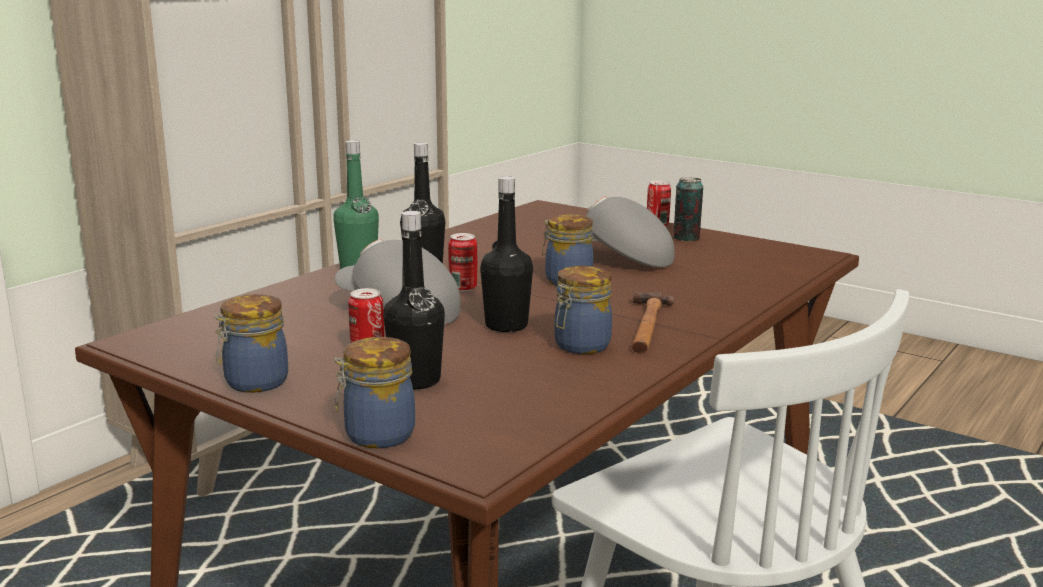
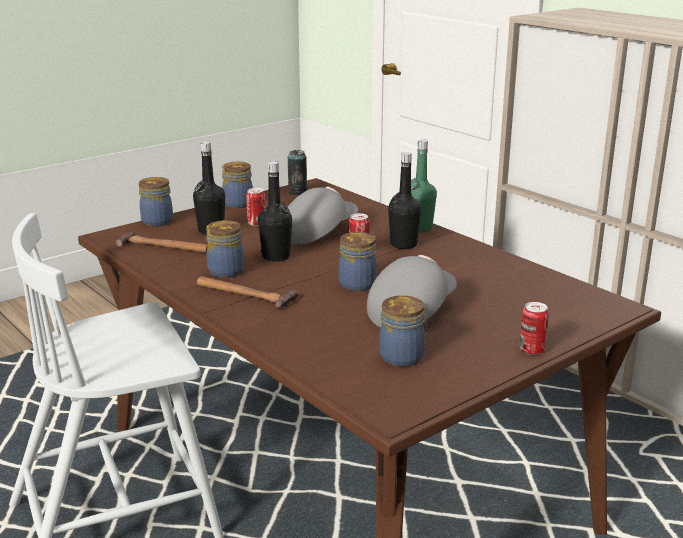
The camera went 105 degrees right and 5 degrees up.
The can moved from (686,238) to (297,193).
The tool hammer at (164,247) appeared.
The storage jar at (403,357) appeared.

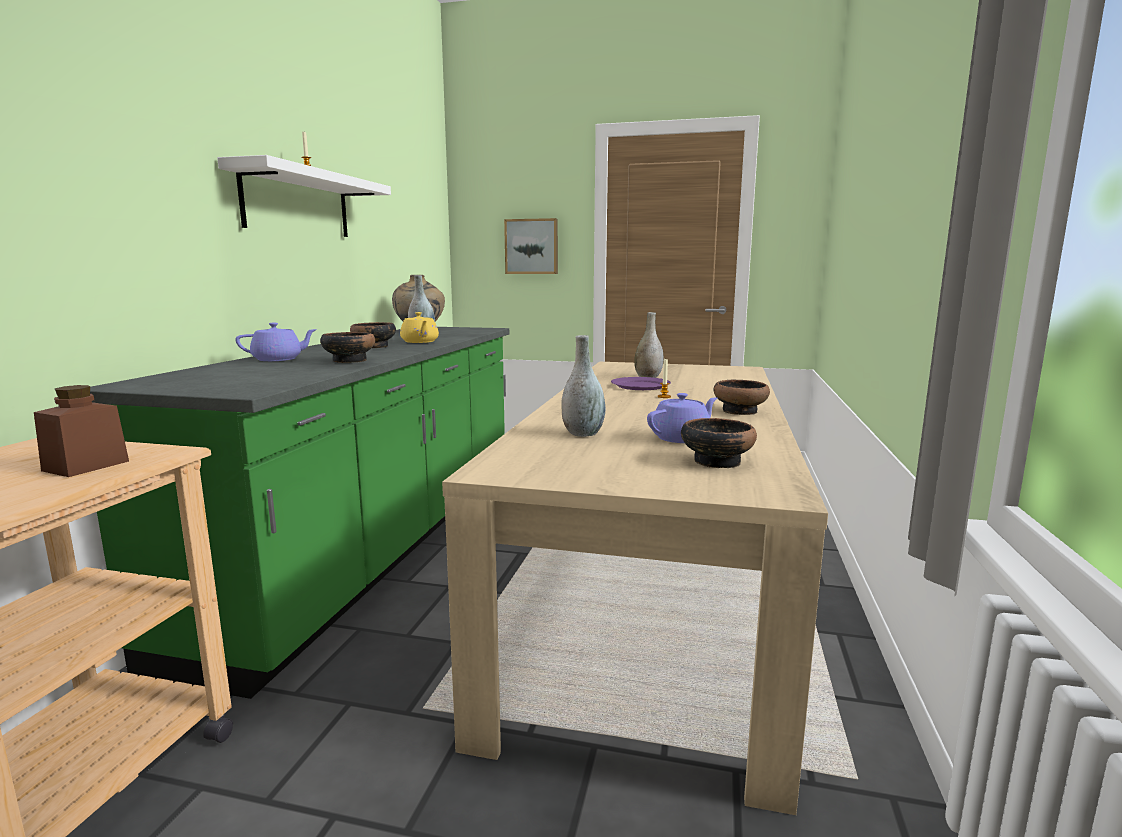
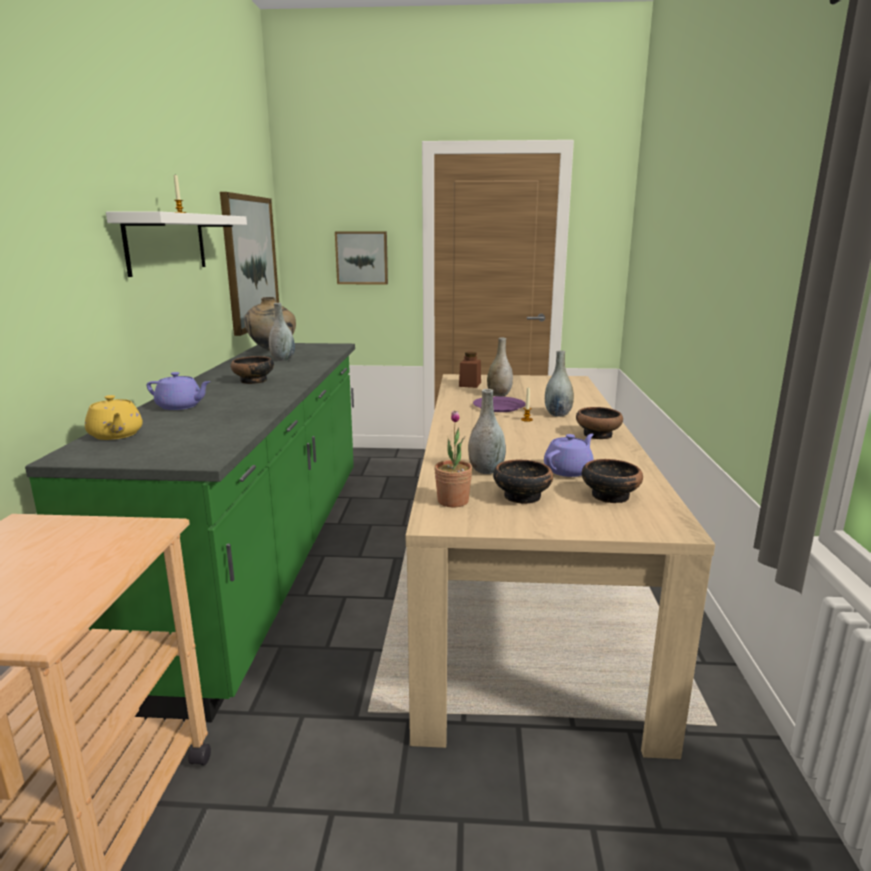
The camera went 10 degrees left and 5 degrees up.
The yellowish tea pot moved from (420,342) to (116,435).
The purple-coloured tea pot at (278,359) turned 45 degrees clockwise.
The serving bowl moved from (349,360) to (521,496).
The brownish storage jar moved from (86,466) to (470,384).
The wall art at (250,262) appeared.
The greyish decorative vase at (558,414) appeared.
The houseplant at (453,501) appeared.

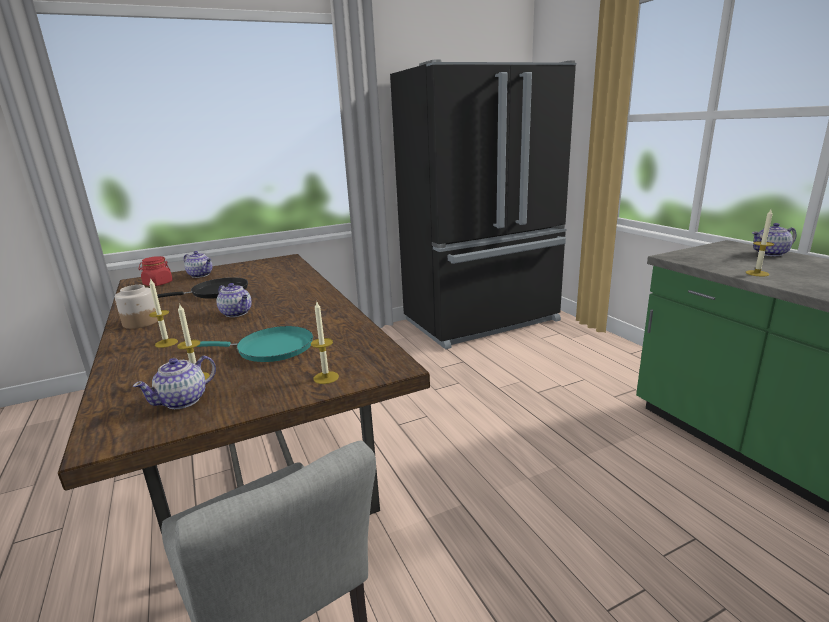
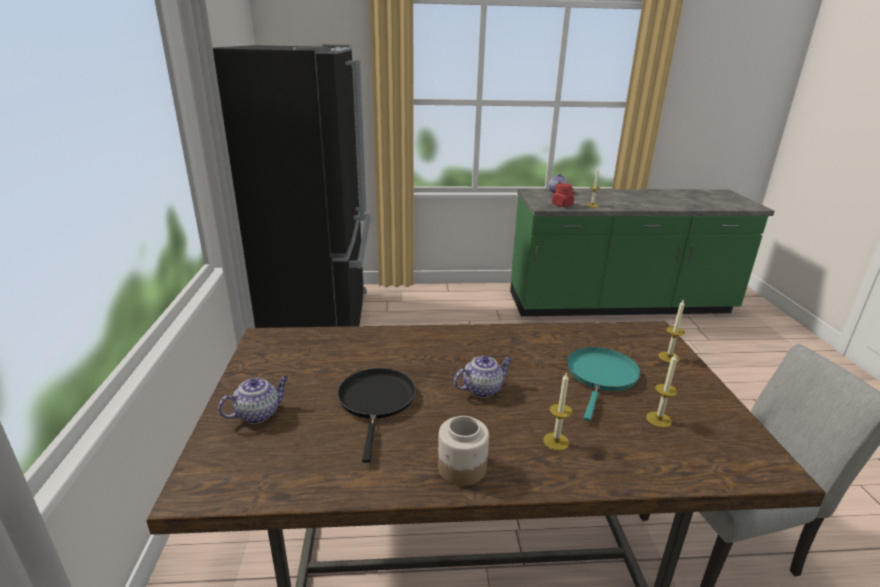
The camera went 70 degrees left and 5 degrees up.
The reddish storage jar moved from (158,284) to (562,205).
The tea pot at (183,400) disappeared.

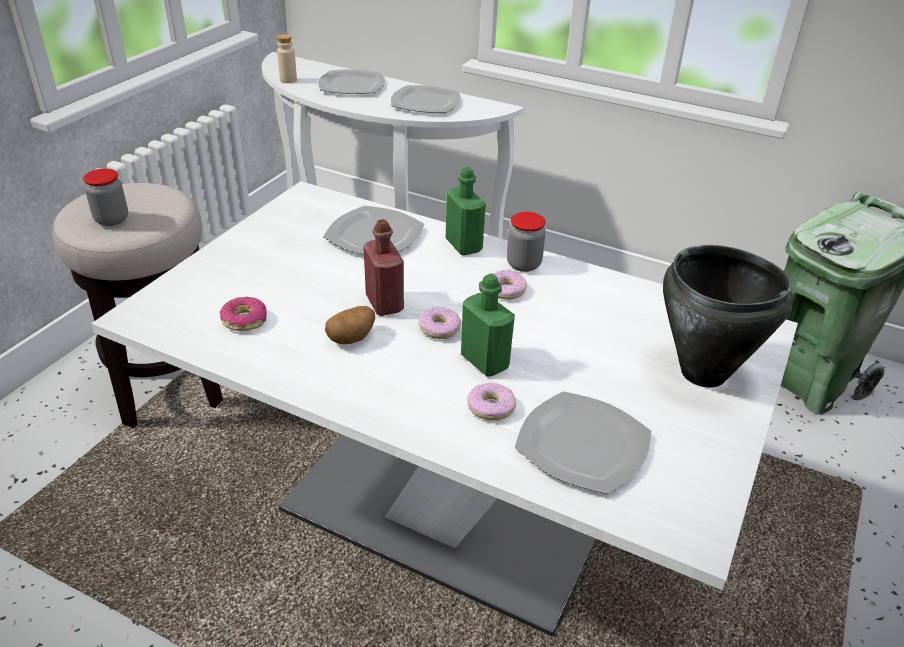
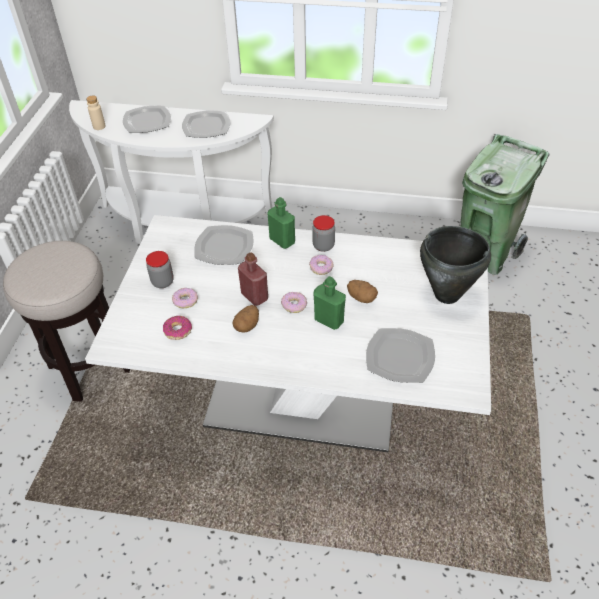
The camera went 15 degrees left and 10 degrees up.
The storage jar moved from (112,219) to (162,282).
The ring doughnut moved from (491,407) to (185,301).
The potato at (361,298) appeared.

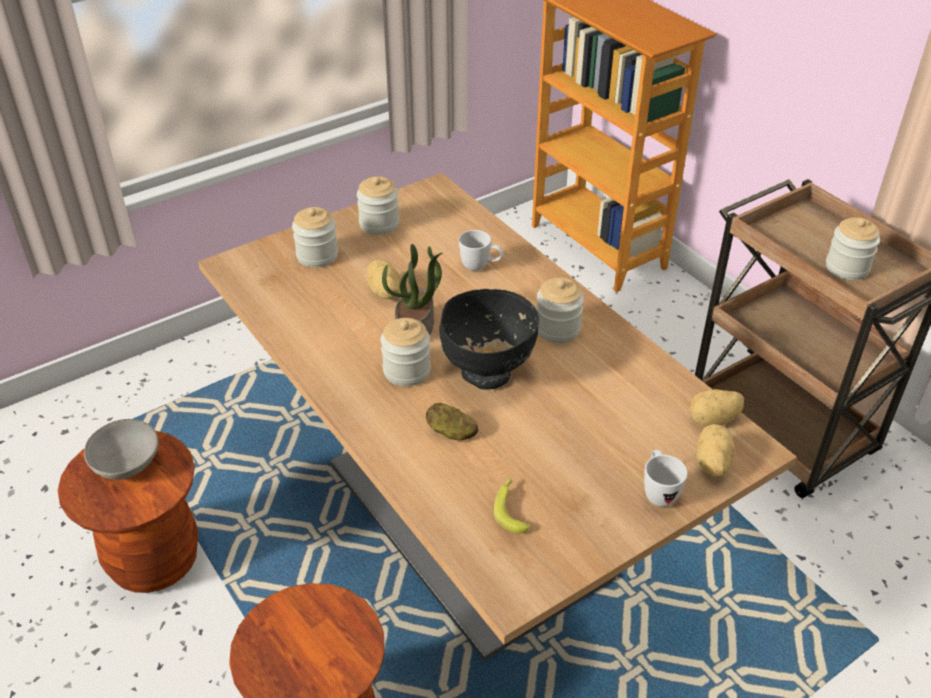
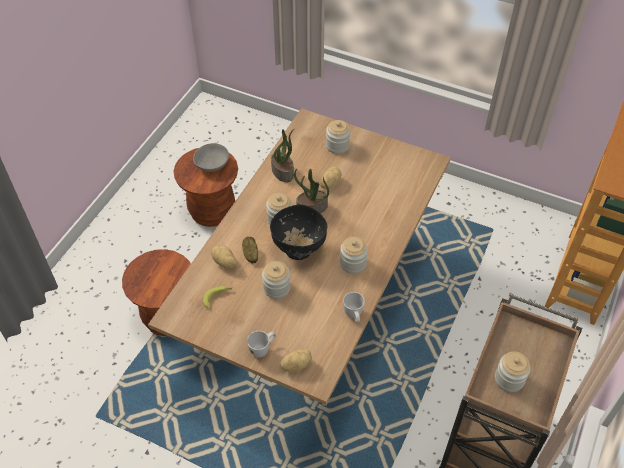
The camera went 60 degrees right and 10 degrees up.
The storage jar moved from (379,224) to (276,288).
The white mug moved from (480,267) to (353,316).
The potato moved from (714,420) to (224,263).
The houseplant at (283,172) appeared.

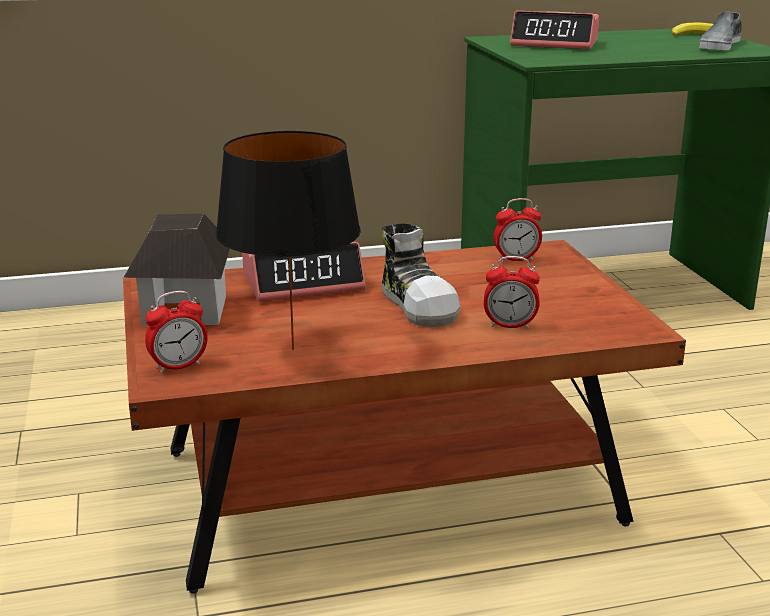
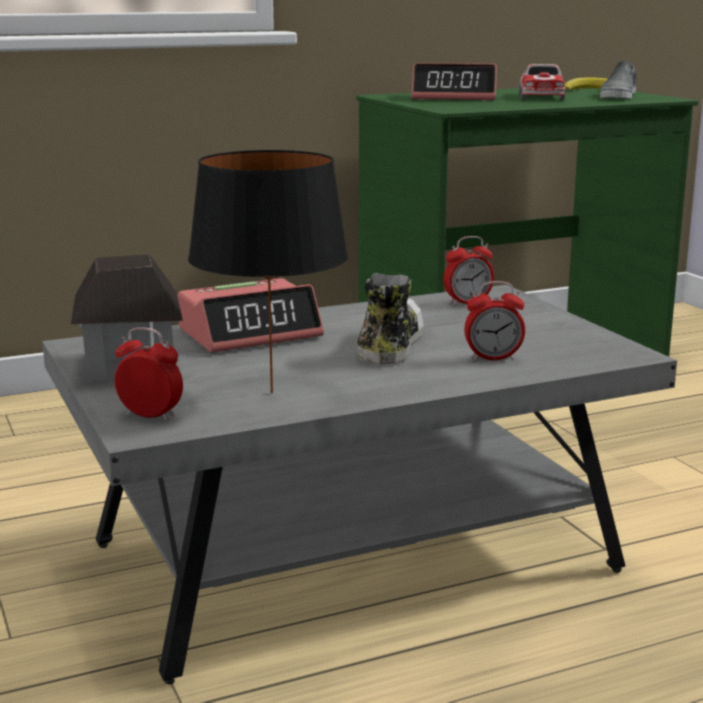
The camera went 10 degrees left and 5 degrees down.
The shoe at (419,305) turned 135 degrees counterclockwise.
The brownish coffee table at (387,489) became the greyish coffee table at (353,560).
The alarm clock at (178,366) turned 120 degrees counterclockwise.
The model car at (540,96) appeared.

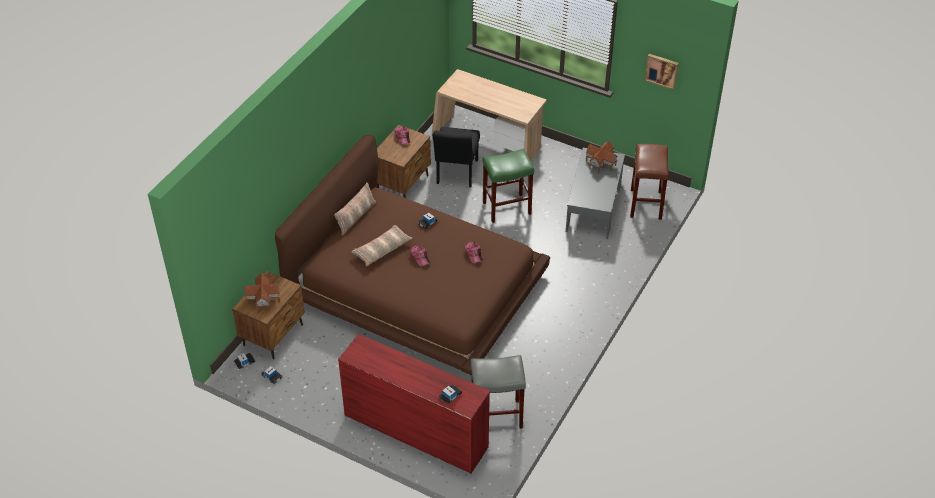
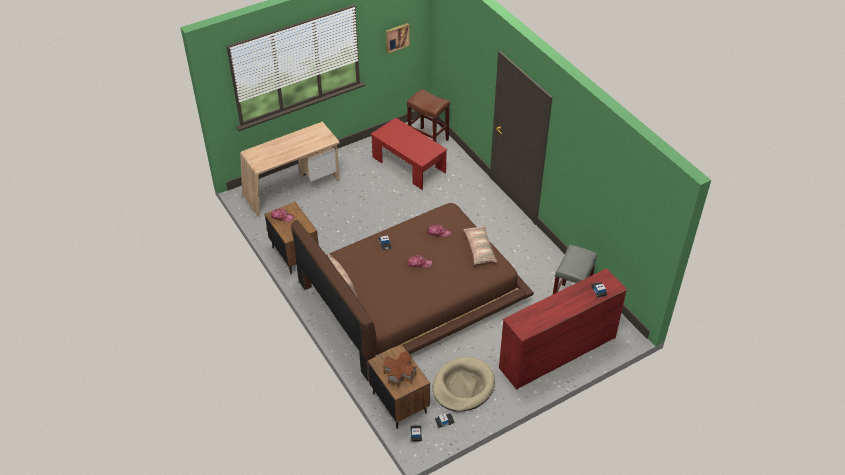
The camera went 60 degrees left and 0 degrees up.
The black chair at (456,174) disappeared.
The model house at (601,163) disappeared.
The greyish coffee table at (593,206) became the reddish coffee table at (409,165).
The green stool at (507,207) disappeared.
The cushion moved from (382,249) to (479,249).
The beige pet bed at (463,386) appeared.

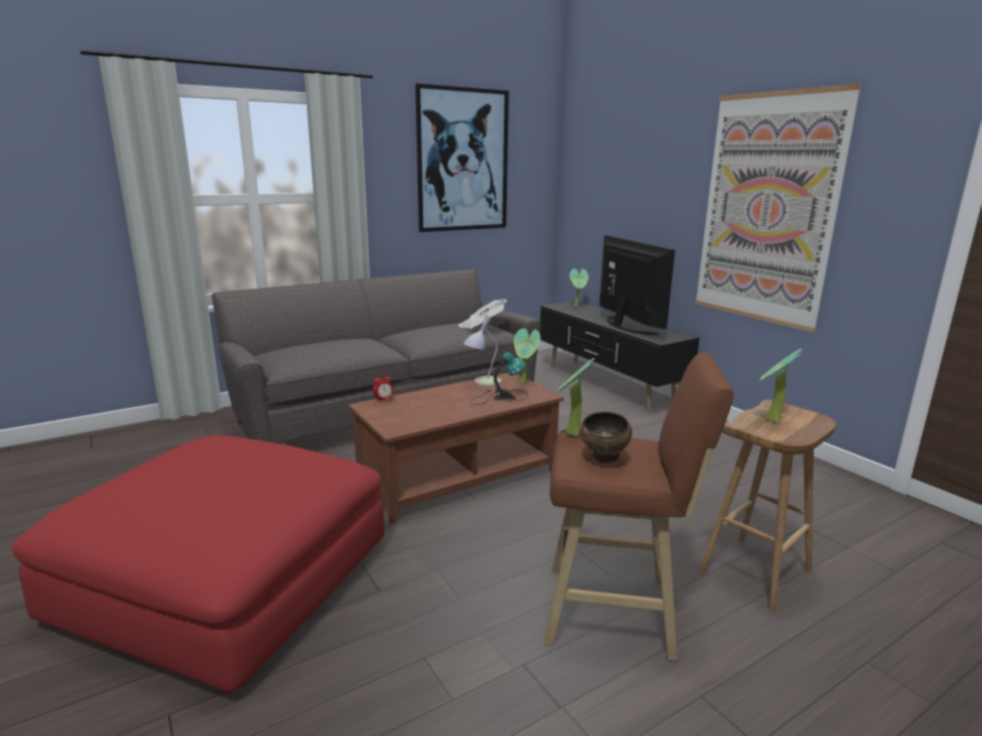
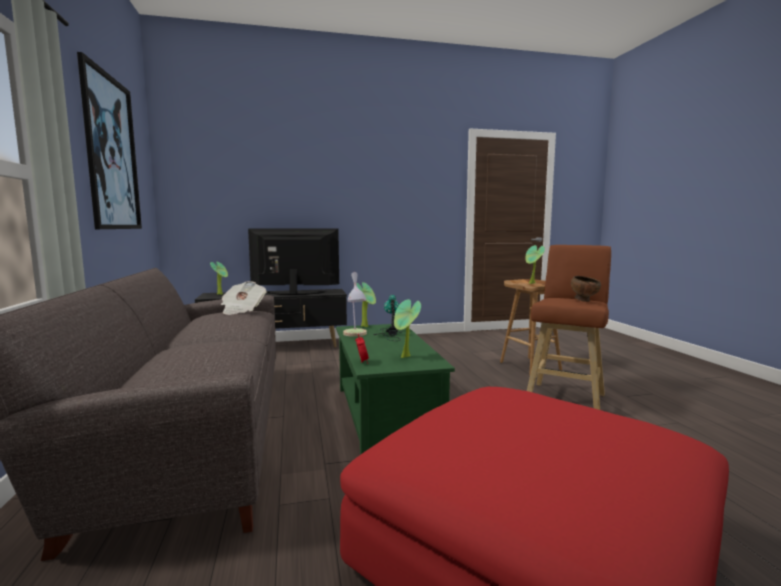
The camera went 70 degrees left and 10 degrees down.
The wall art at (767,210) disappeared.
The houseplant moved from (570,435) to (405,357).
The brownish coffee table at (458,477) became the green coffee table at (383,417).

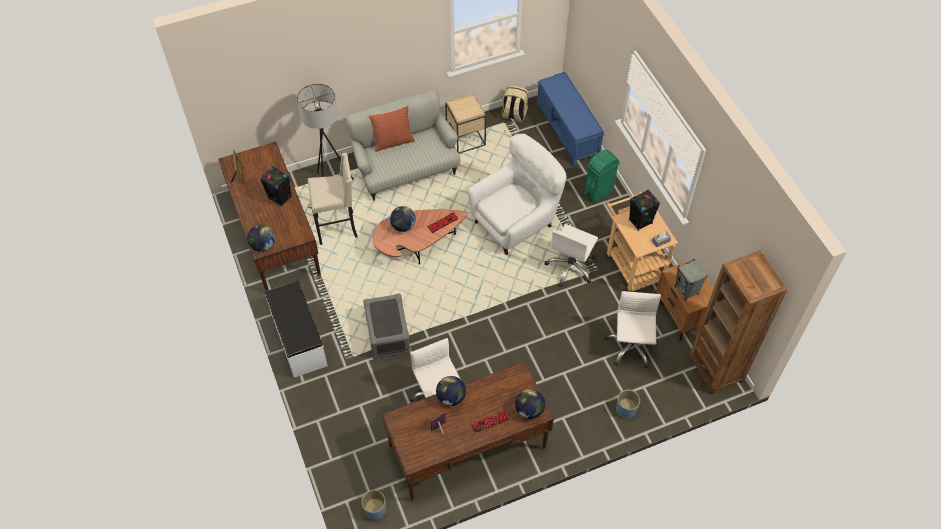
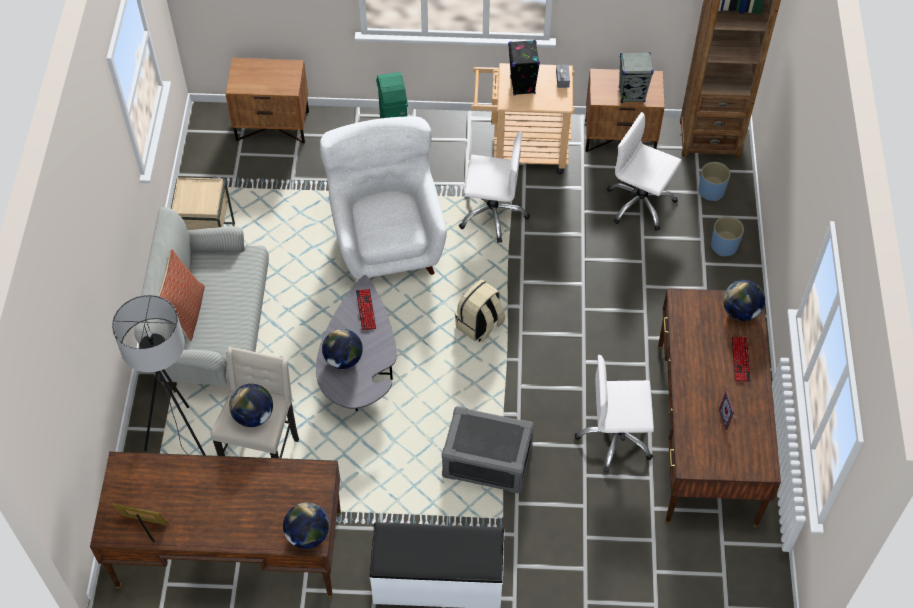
The camera went 65 degrees left and 0 degrees up.
The bluish indoor bench at (567,131) was replaced by the brownish night table at (273,125).
The beige backpack moved from (514,115) to (479,326).
The black speaker at (280,198) disappeared.
The brownish coffee table at (416,246) became the greyish coffee table at (359,371).
The white office chair at (570,267) turned 45 degrees counterclockwise.
The globe moved from (451,397) to (253,416).
The bluish plant pot moved from (375,510) to (711,191).

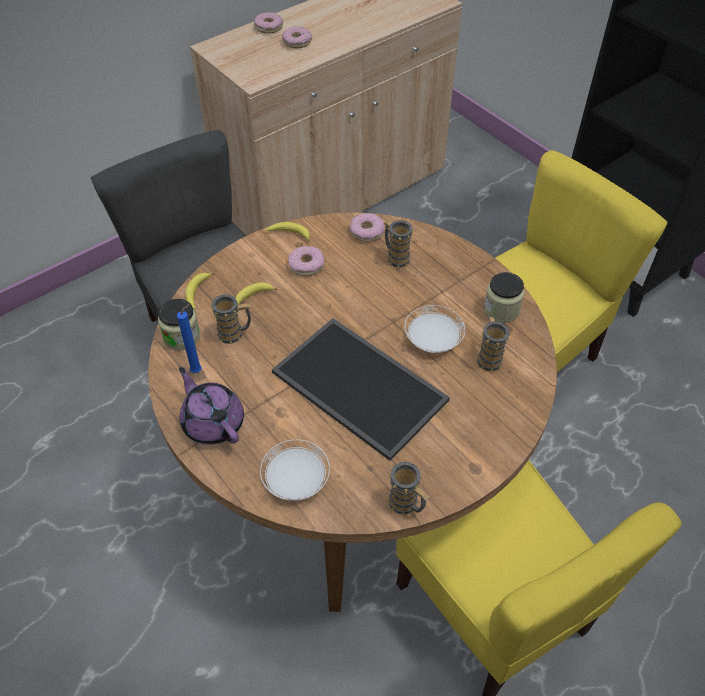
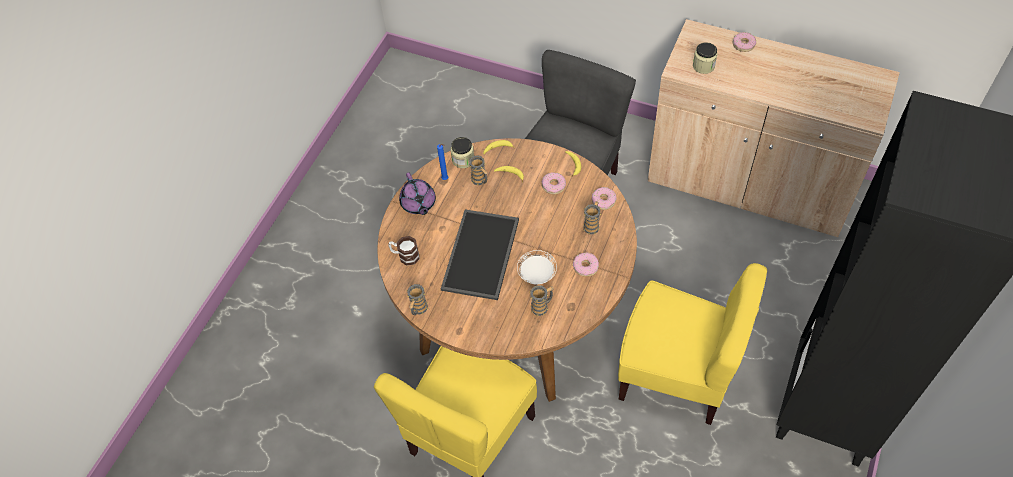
The camera went 65 degrees right and 5 degrees up.
The ring doughnut moved from (297,42) to (585,267).
The storage jar moved from (501,310) to (703,66).
The purple-coloured tea pot at (213,422) turned 135 degrees clockwise.
The white dinner plate at (295,481) was replaced by the mug at (405,256).

